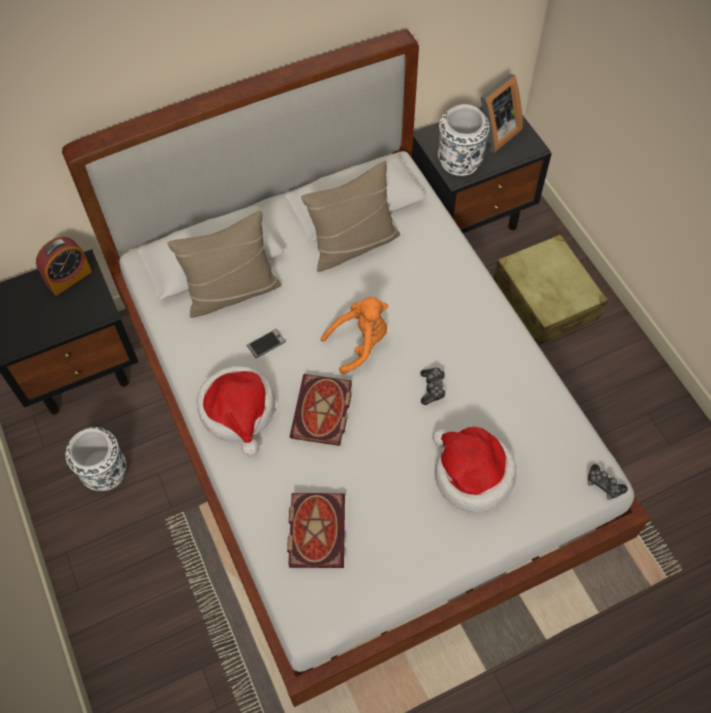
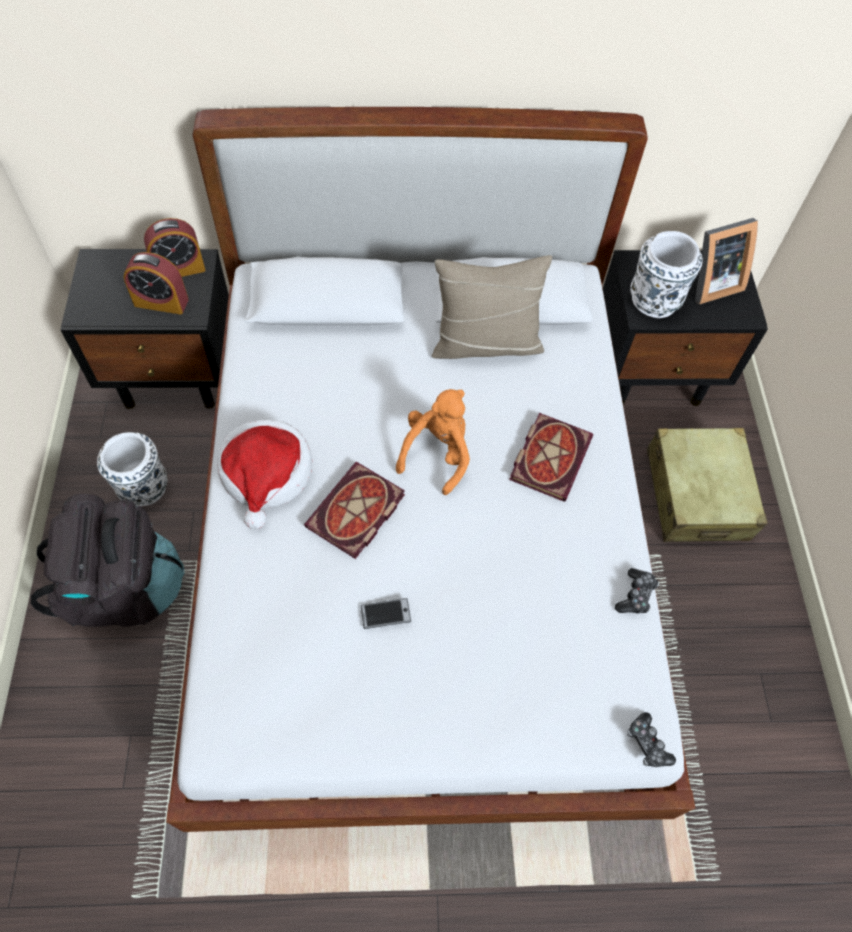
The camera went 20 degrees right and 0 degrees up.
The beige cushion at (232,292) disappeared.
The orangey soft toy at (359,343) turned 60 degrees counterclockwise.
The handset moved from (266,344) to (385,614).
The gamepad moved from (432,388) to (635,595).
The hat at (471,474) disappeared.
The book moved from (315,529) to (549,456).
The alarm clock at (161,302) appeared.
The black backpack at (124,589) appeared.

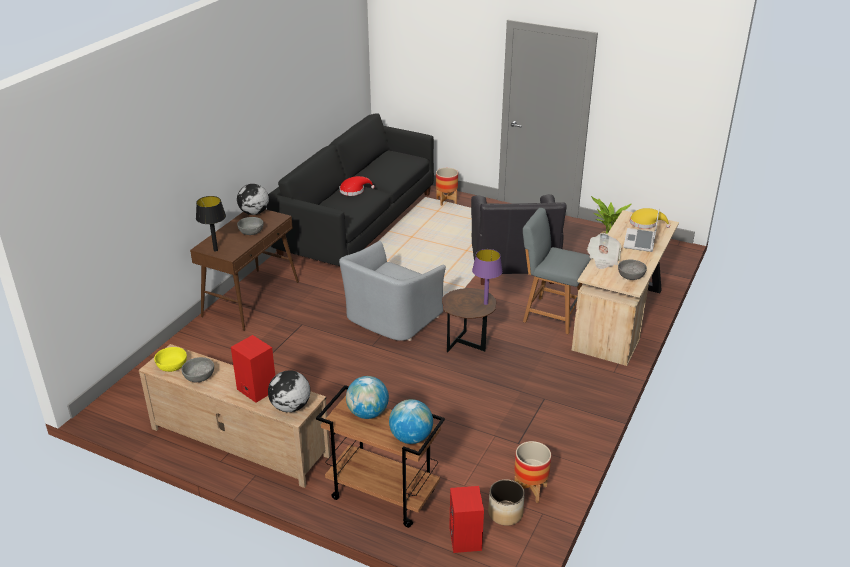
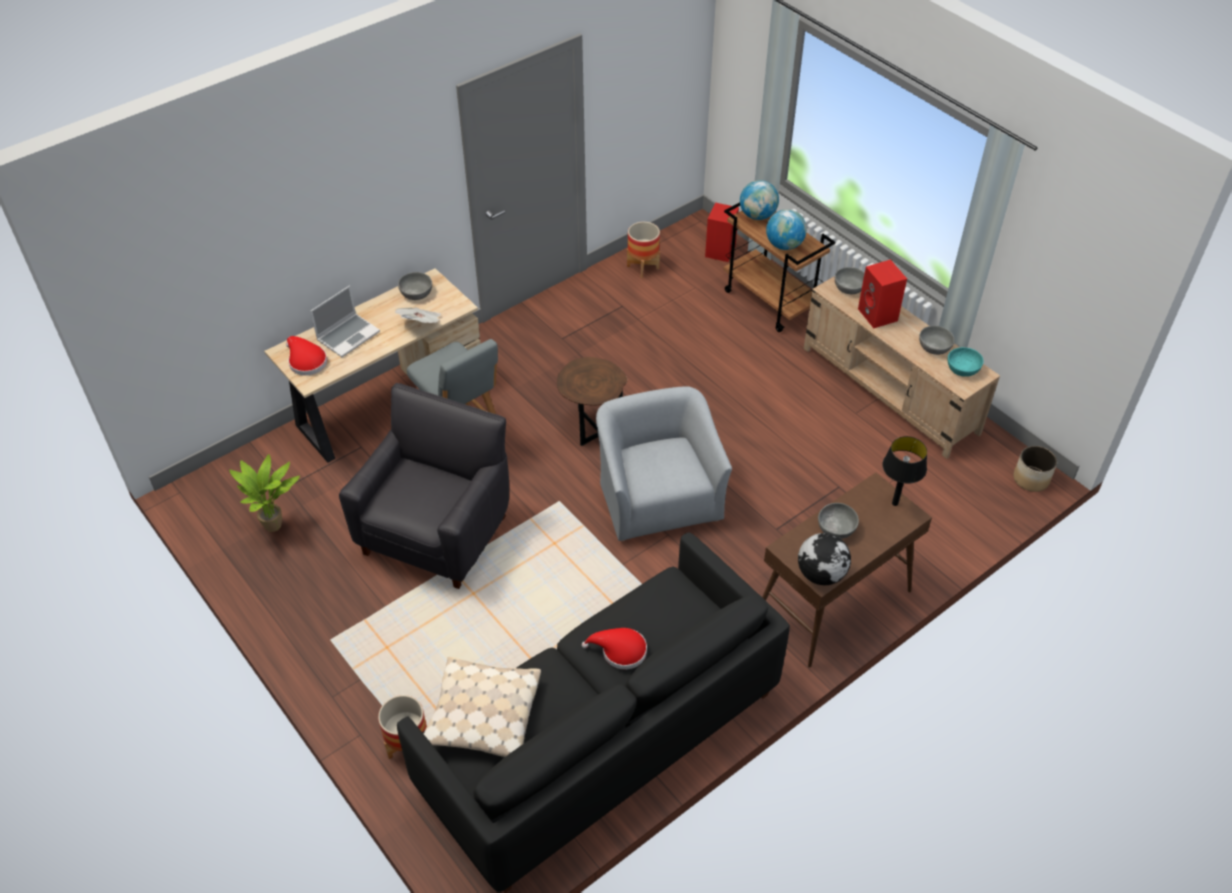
The camera went 155 degrees left and 15 degrees up.
The yellowish hat at (645,223) became the reddish hat at (306,361).
The greyish lounge chair at (391,319) turned 75 degrees counterclockwise.
The purple-coloured tabletop lamp at (486,303) disappeared.
The yellowish serving bowl at (172,365) became the turquoise-coloured serving bowl at (962,369).
The globe at (290,407) was replaced by the greyish serving bowl at (849,287).
The plant pot moved from (505,513) to (1031,479).
The beige cushion at (483,715) appeared.

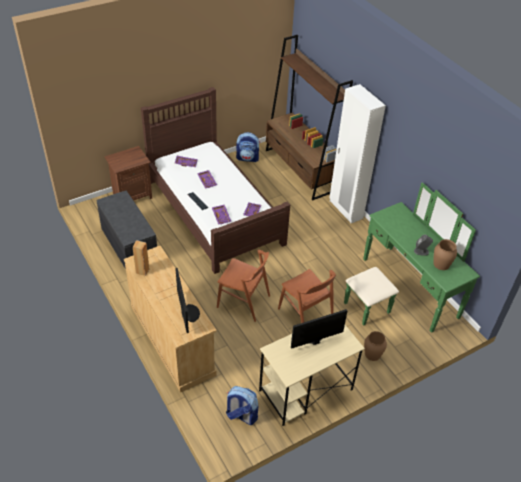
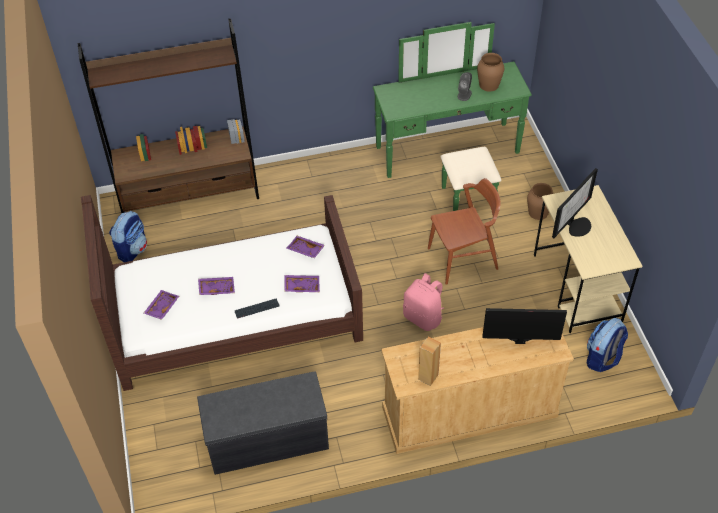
The camera went 70 degrees left and 5 degrees up.
The white armoire at (345,209) disappeared.
The brownish night table at (132,195) disappeared.
The brownish chair at (243,301) was replaced by the pink backpack at (423,317).
The monitor at (313,339) turned 135 degrees counterclockwise.

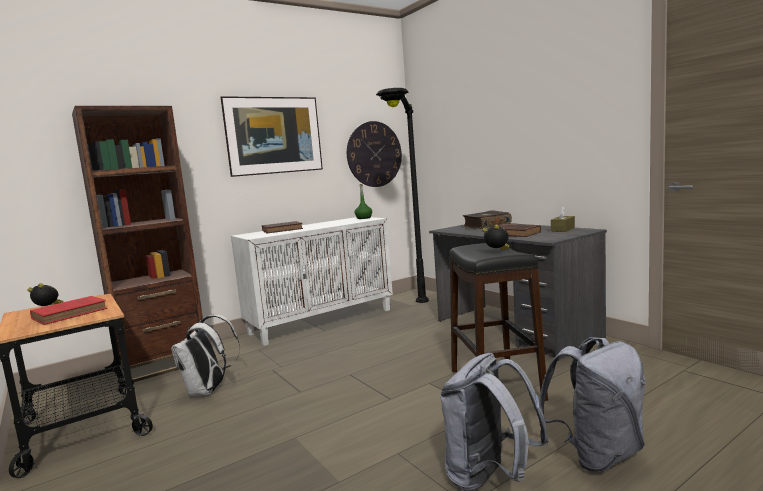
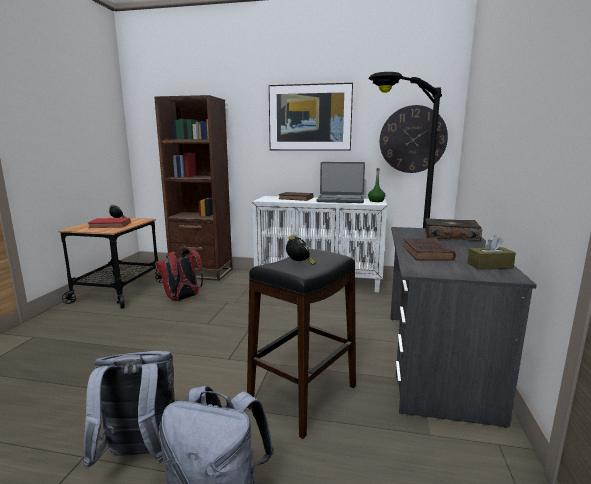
The camera went 45 degrees right and 5 degrees up.
The white backpack at (208,391) became the reddish backpack at (182,299).
The portable computer at (340,200) appeared.

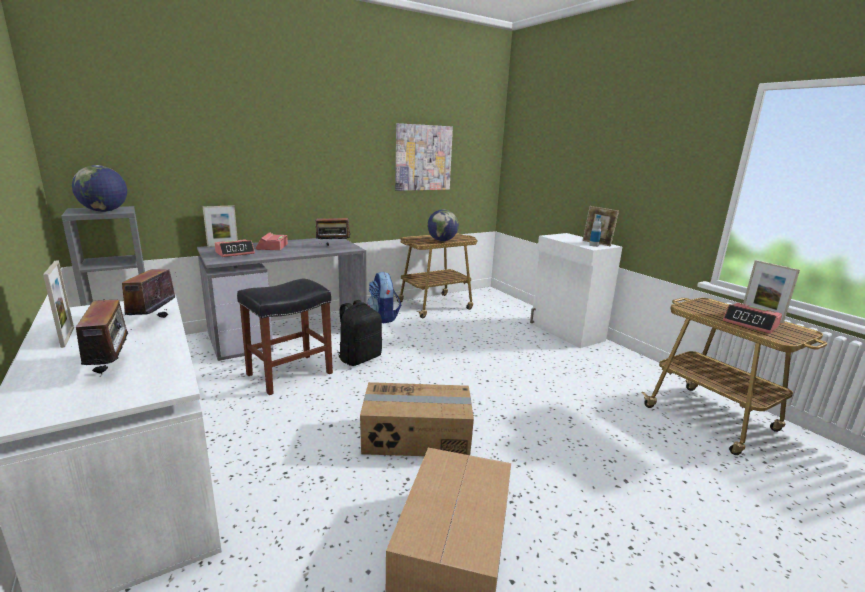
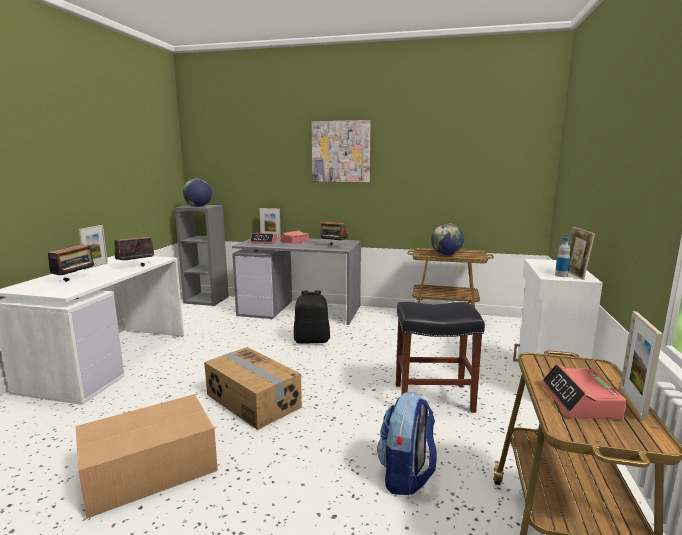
The camera went 45 degrees right and 5 degrees down.
The wall art moved from (423,158) to (341,151).
The backpack moved from (383,317) to (406,476).
The black stool moved from (289,374) to (432,398).

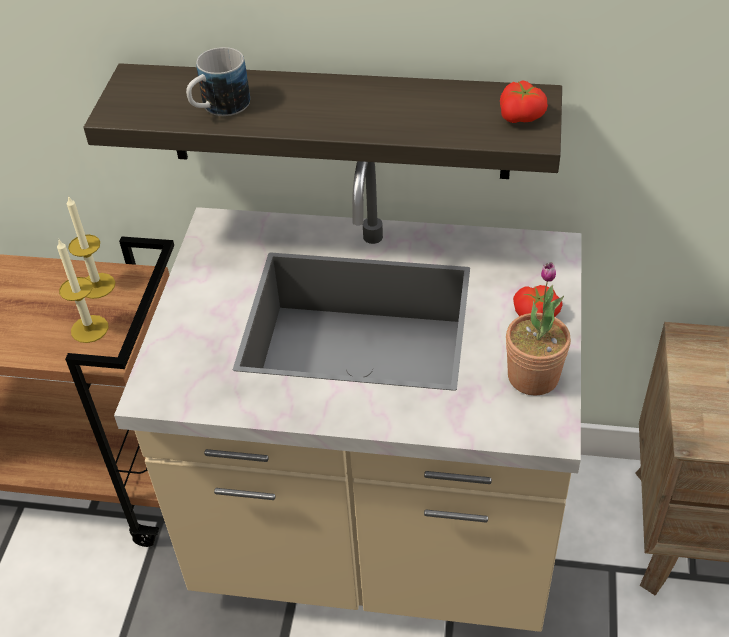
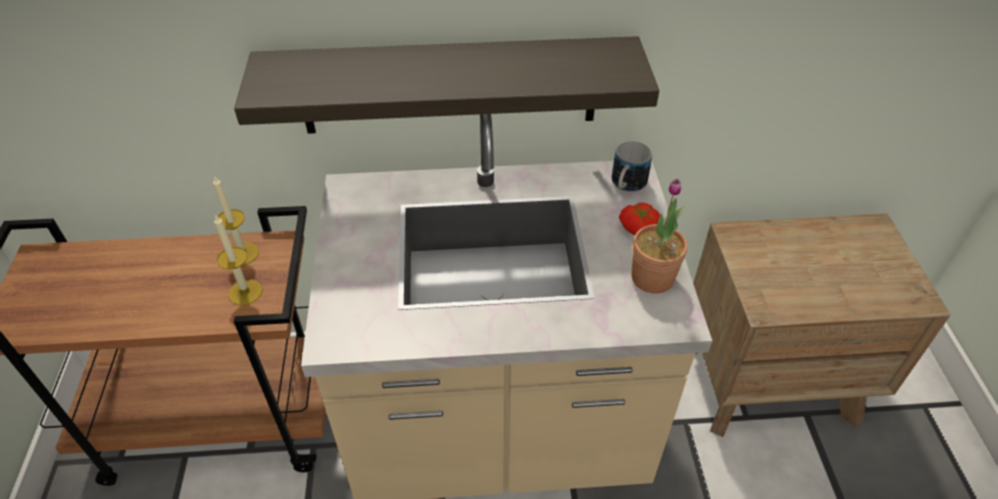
The camera went 15 degrees left and 0 degrees up.
The mug moved from (218,108) to (626,185).
The tomato at (522,116) disappeared.

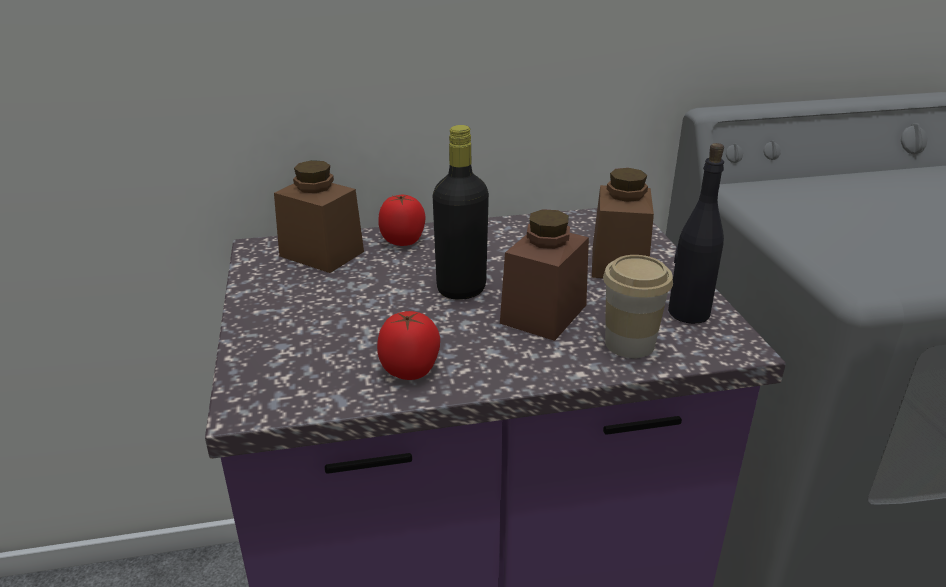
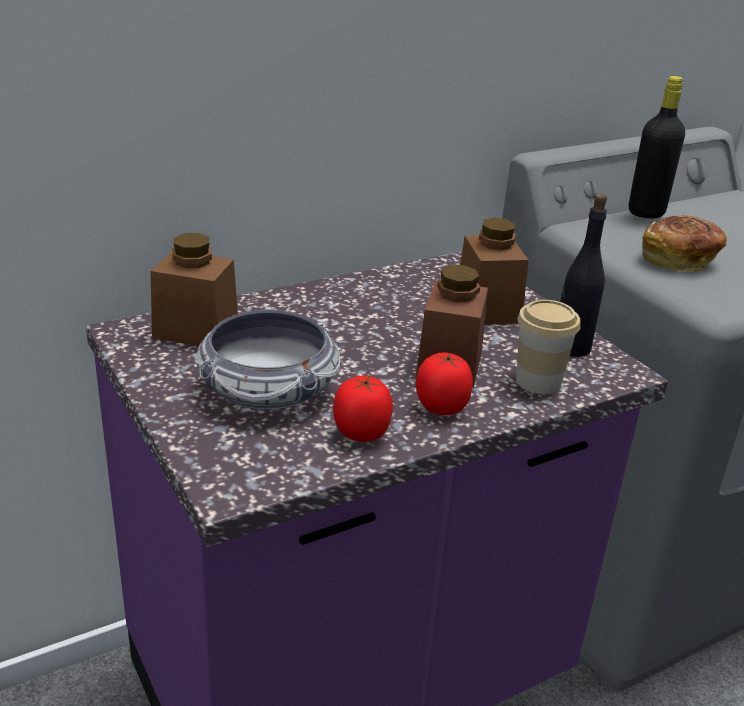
The camera went 20 degrees left and 0 degrees up.
The black beverage bottle moved from (461,289) to (646,212).
The tomato moved from (403,241) to (442,407).
The baked bread at (679,261) appeared.
The serving bowl at (268,389) appeared.

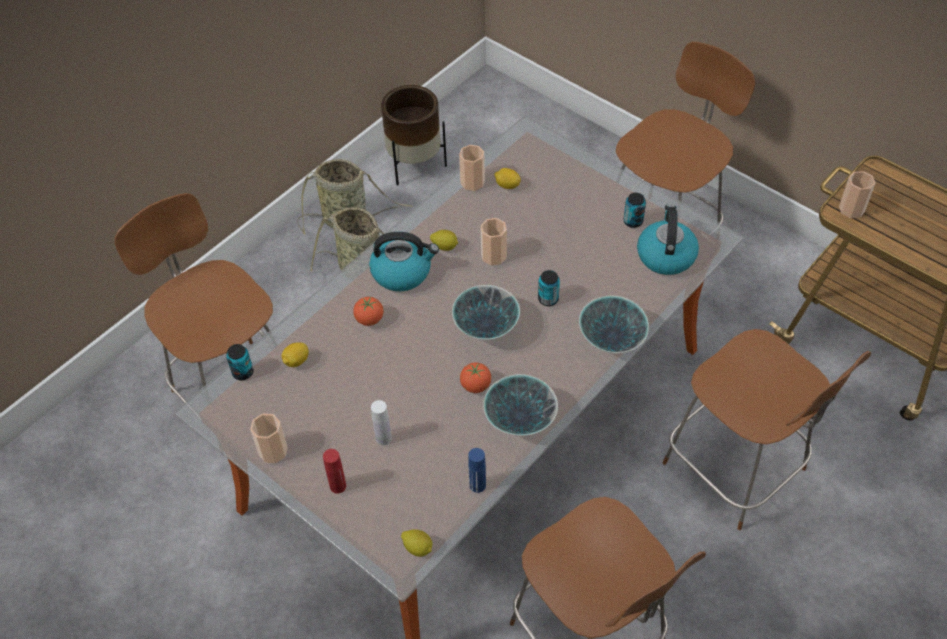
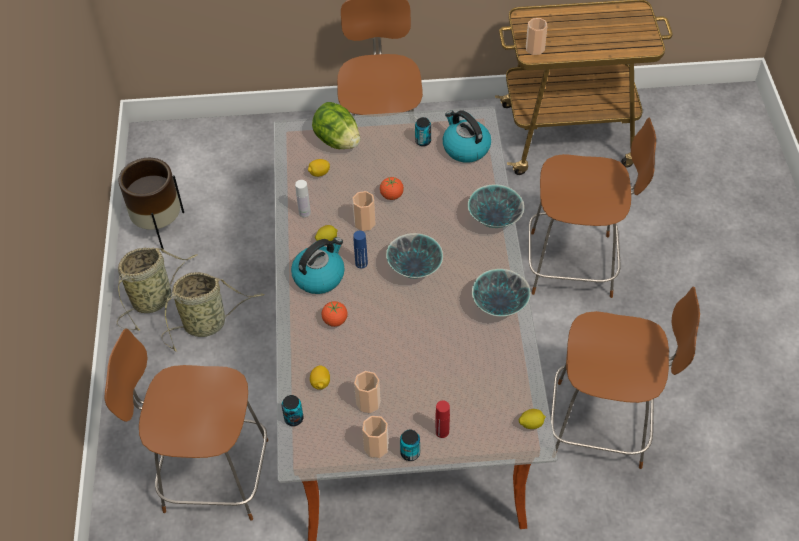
The camera went 45 degrees left and 0 degrees up.
The small cup moved from (472,182) to (368,402).
The can moved from (548,299) to (410,453).
The tomato moved from (475,385) to (391,195).
The white beverage bottle moved from (383,438) to (304,212).
The bluish beverage bottle moved from (477,485) to (361,263).
The lettuce at (337,141) appeared.

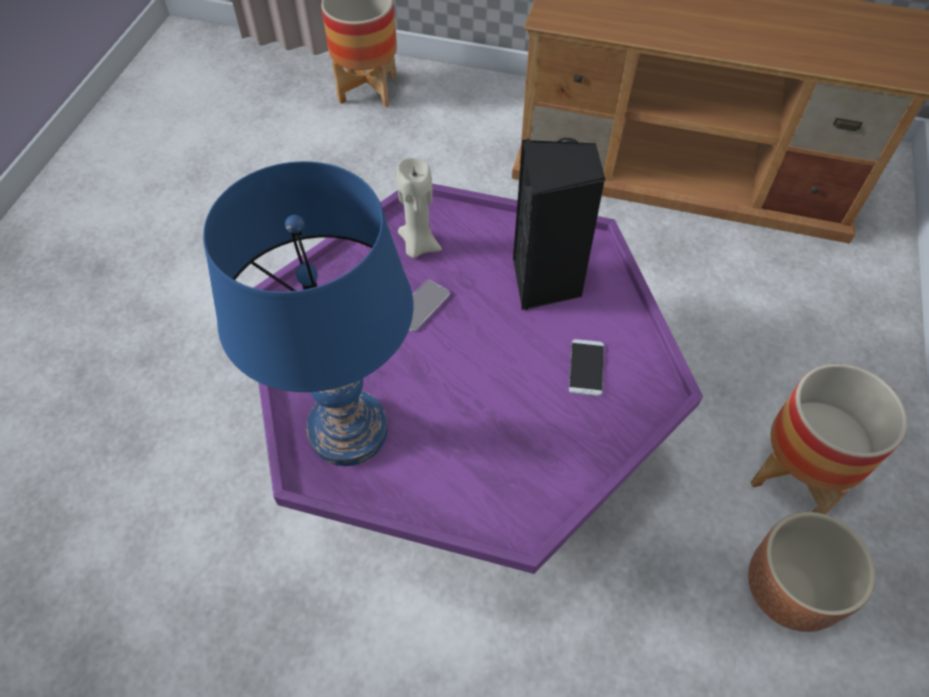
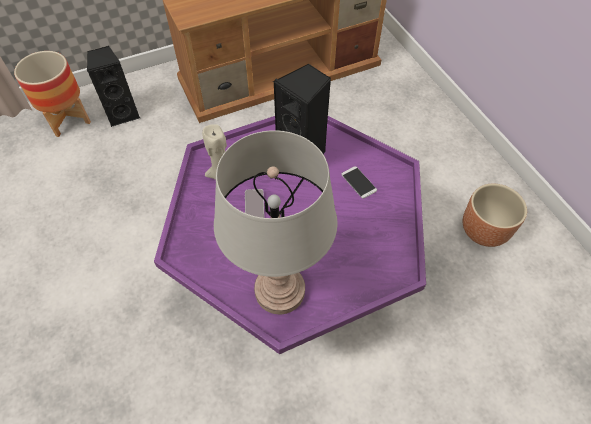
The camera went 40 degrees left and 0 degrees up.
The bluish tabletop lamp at (347,430) became the greyish tabletop lamp at (279,291).
The plant pot at (796,475) disappeared.
The black speaker at (123,114) appeared.

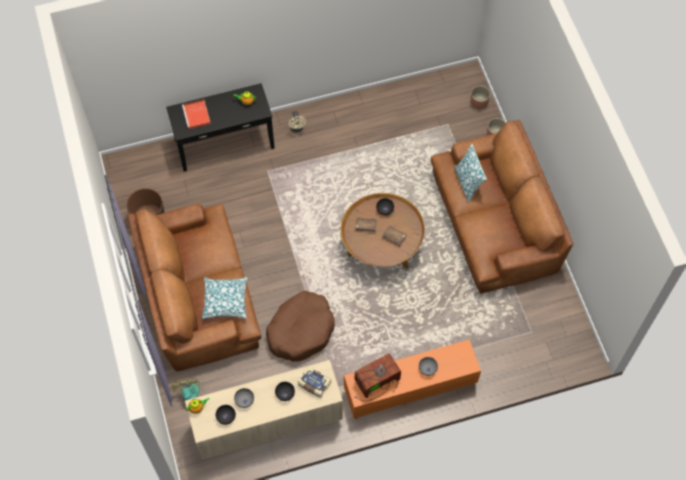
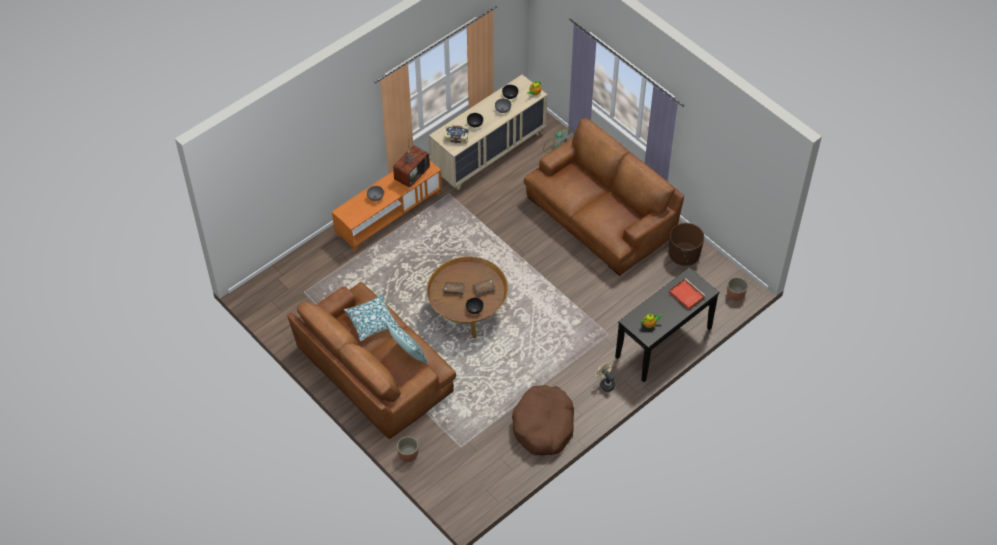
The camera went 155 degrees right and 10 degrees down.
The plant pot moved from (479,102) to (735,295).
The cushion moved from (225,300) to (371,321).
The brownish pet bed moved from (301,330) to (543,426).

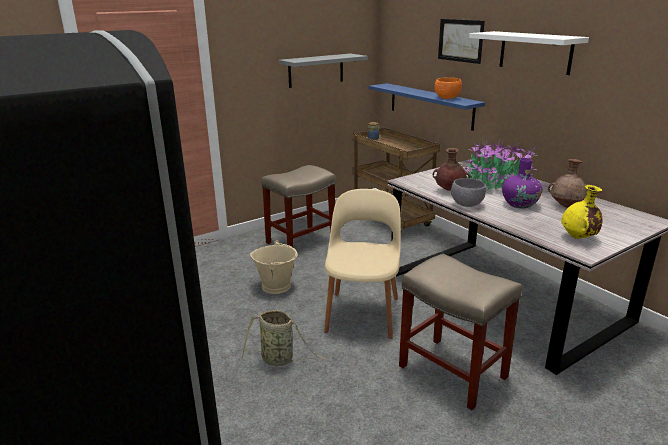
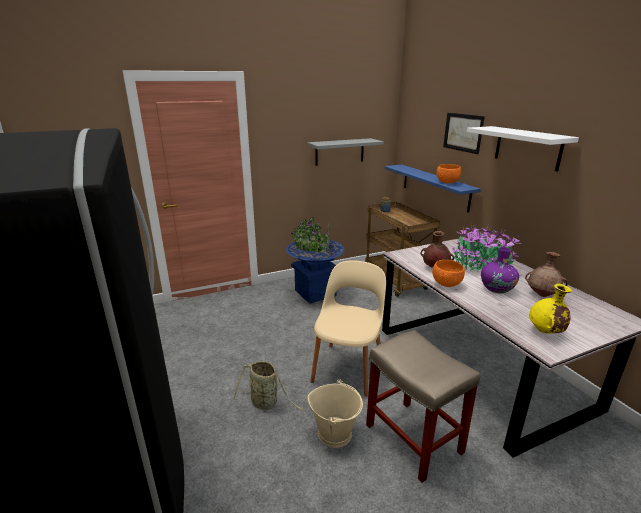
The camera went 10 degrees right and 0 degrees up.
The beige stool at (301,241) was replaced by the bluish plant pot at (315,292).
The greyish serving bowl at (466,205) became the orangey serving bowl at (446,284).
The beige pail moved from (276,286) to (335,433).

